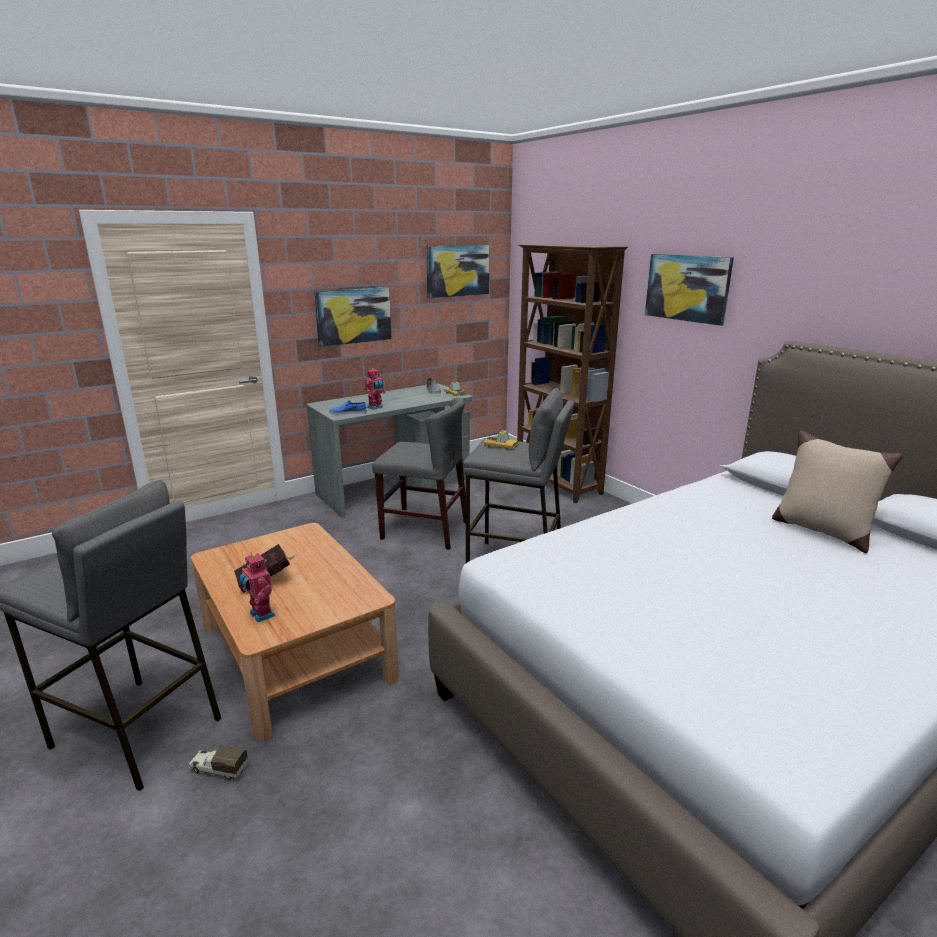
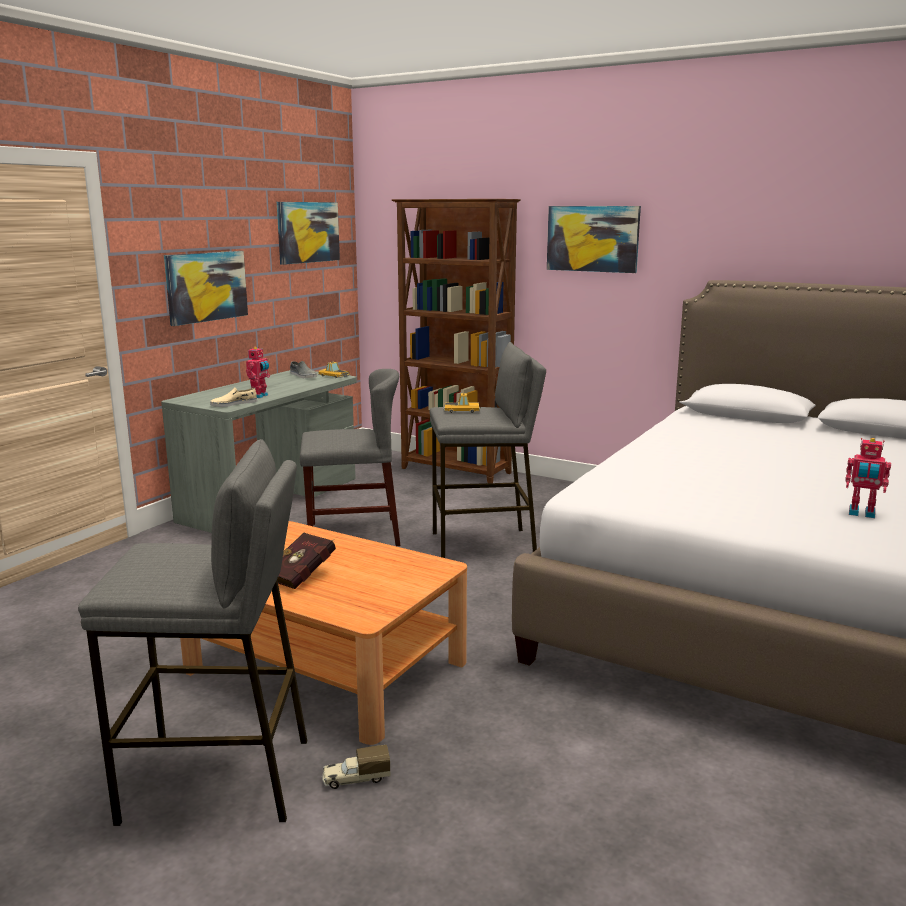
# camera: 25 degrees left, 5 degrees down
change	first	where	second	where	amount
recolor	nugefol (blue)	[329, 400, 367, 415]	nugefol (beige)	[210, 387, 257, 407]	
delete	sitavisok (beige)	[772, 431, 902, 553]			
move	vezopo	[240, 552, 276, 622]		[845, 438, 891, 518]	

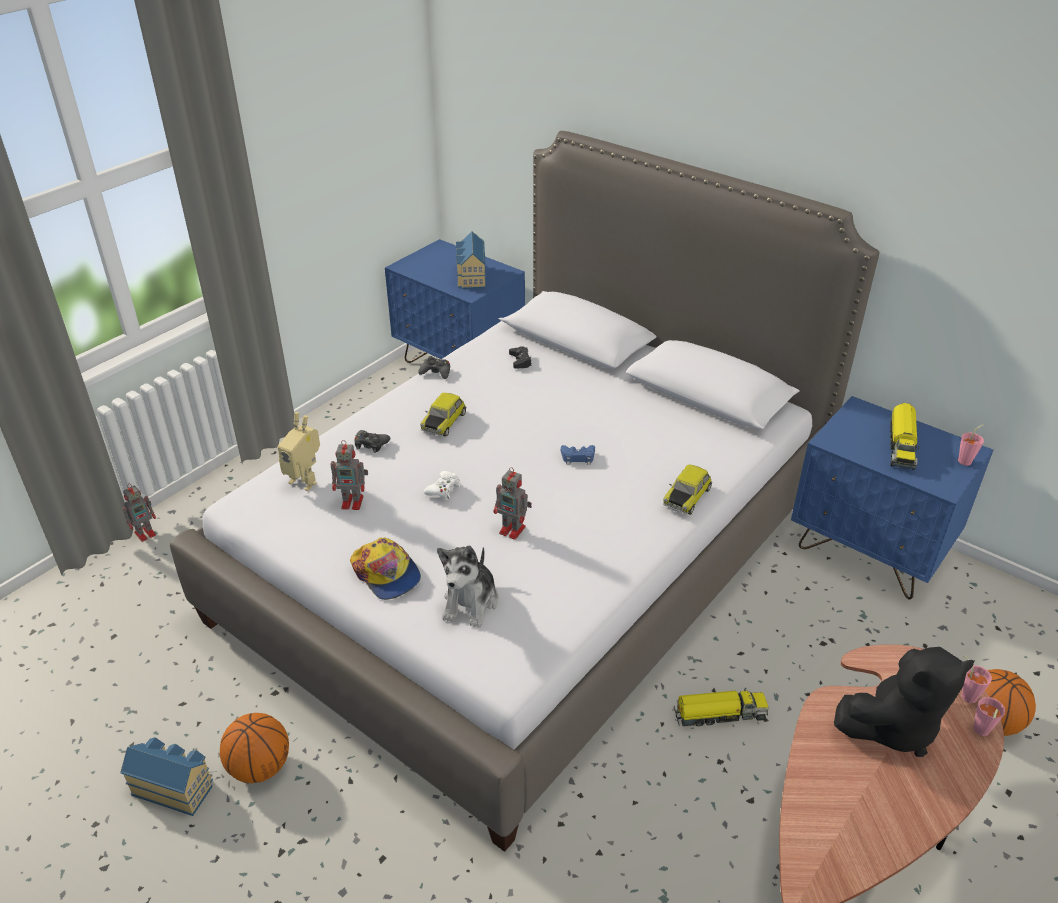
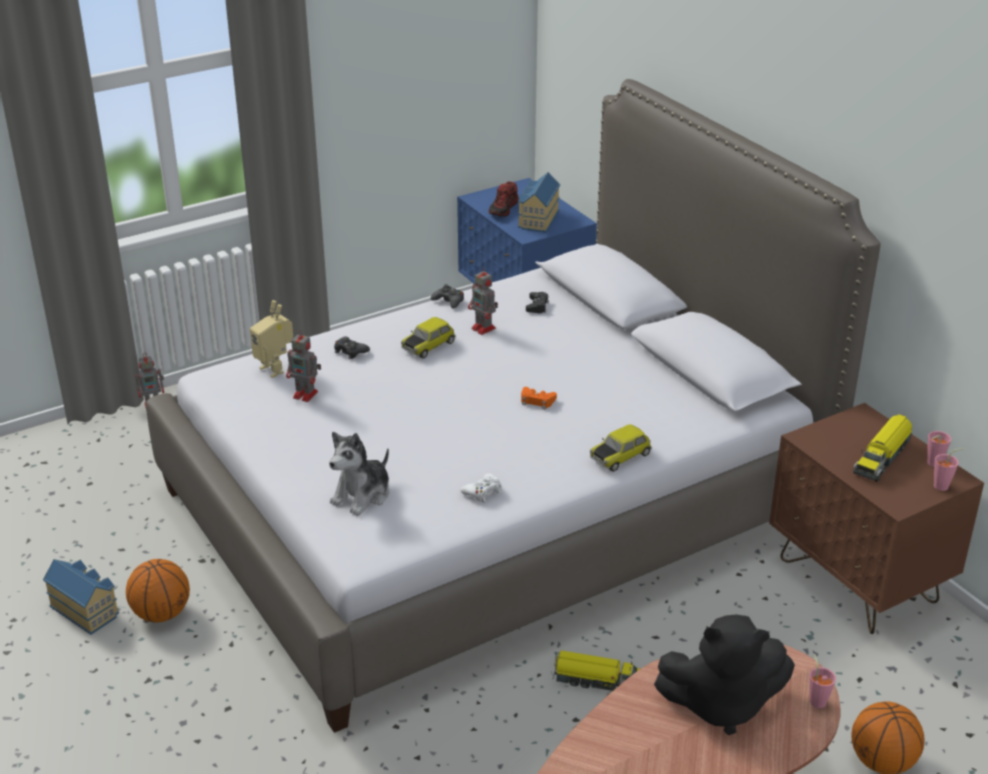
# camera: 20 degrees right, 5 degrees down
change	first	where	second	where	amount
recolor	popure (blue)	[791, 396, 993, 599]	popure (brown)	[769, 403, 984, 634]	
recolor	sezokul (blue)	[561, 445, 595, 464]	sezokul (orange)	[521, 387, 557, 409]	
move	vezopo	[494, 467, 532, 540]		[468, 267, 498, 335]	
move	sezokul (white)	[424, 471, 460, 499]		[461, 474, 501, 502]	
delete	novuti	[350, 537, 421, 600]			
move	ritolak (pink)	[973, 697, 1005, 736]		[927, 431, 951, 467]	
insert			nugefol	[488, 181, 519, 217]	

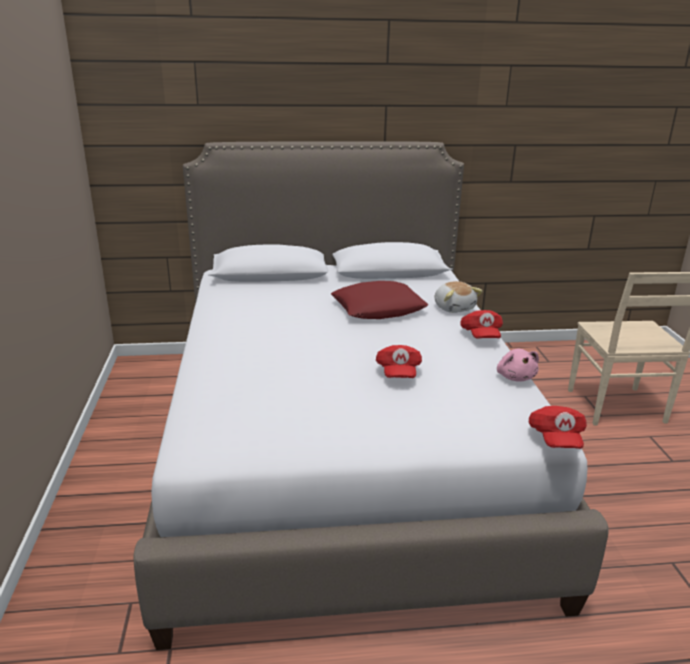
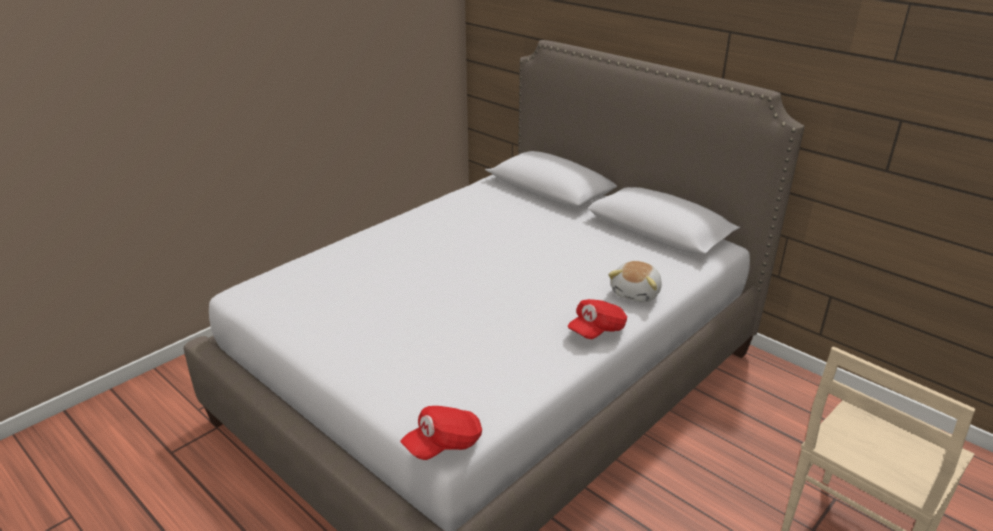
# camera: 50 degrees right, 5 degrees up
change	first	where	second	where	amount
delete	sitavisok (red)	[331, 281, 428, 319]			
delete	novuti (red)	[376, 345, 422, 378]			
delete	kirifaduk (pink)	[497, 349, 539, 382]			

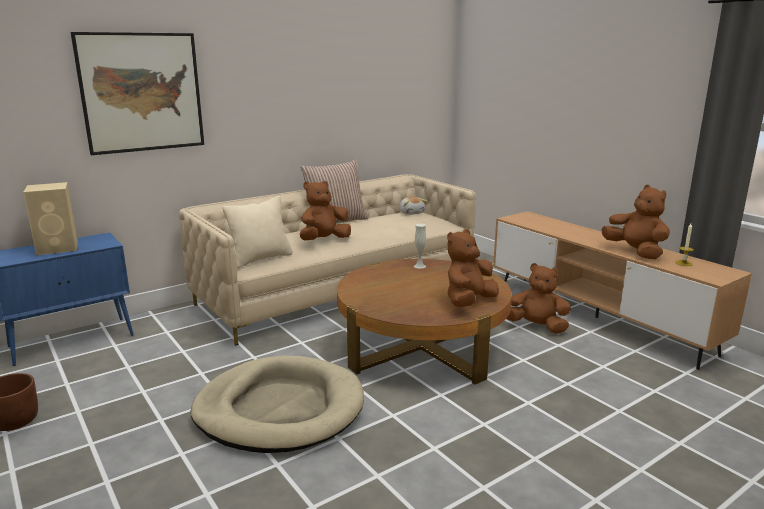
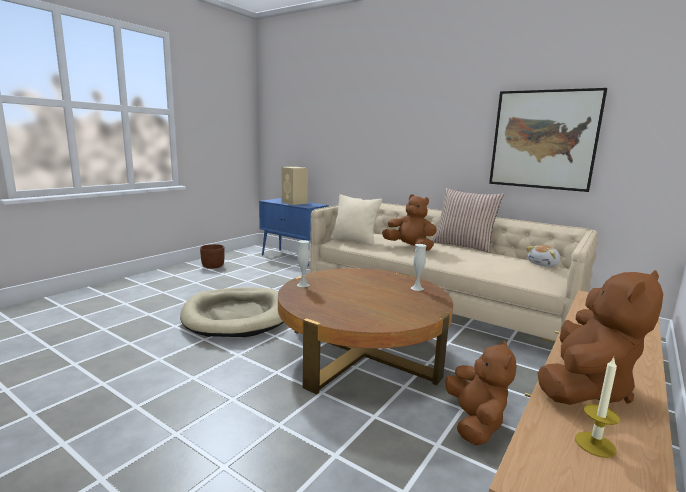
# camera: 70 degrees right, 5 degrees down
change	first	where	second	where	amount
move	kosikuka	[71, 32, 204, 155]		[489, 88, 607, 192]	
delete	kirifaduk (brown)	[447, 229, 499, 307]			
insert			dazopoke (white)	[297, 240, 310, 287]	

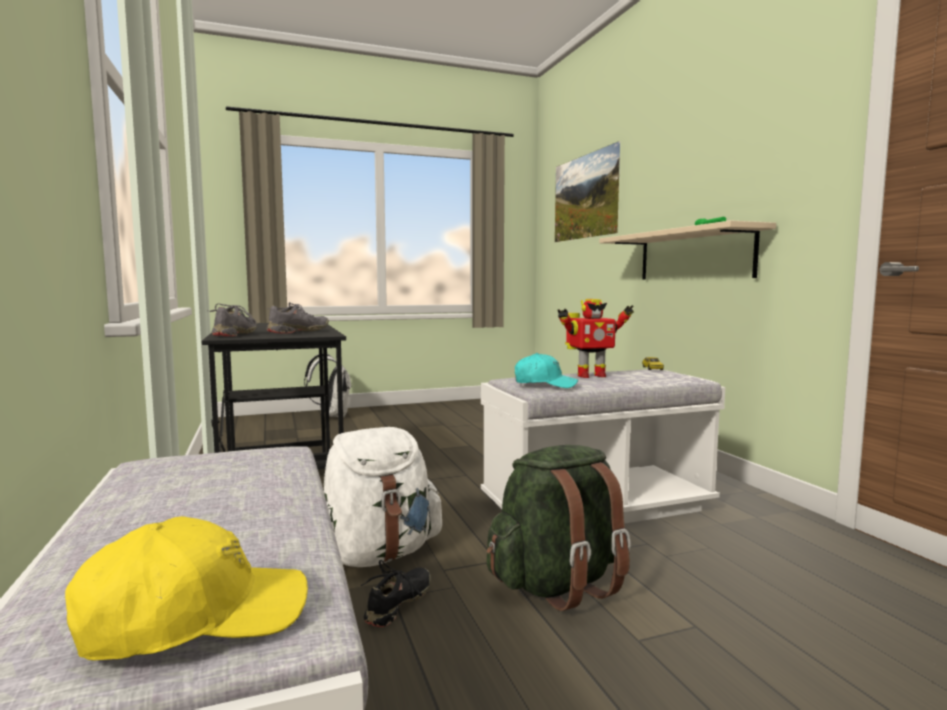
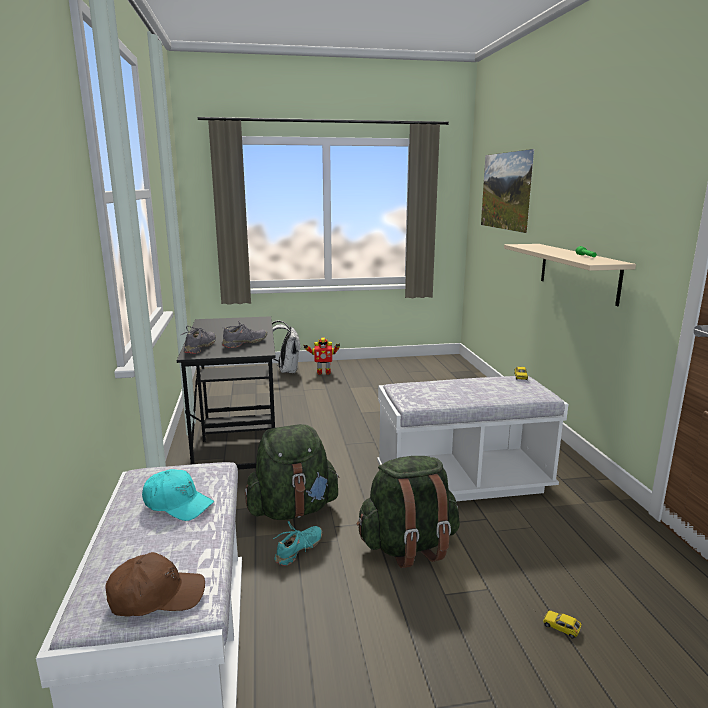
# camera: 10 degrees right, 10 degrees up
change	first	where	second	where	amount
move	vezopo	[557, 299, 634, 378]		[304, 338, 340, 375]	
move	novuti (turquoise)	[515, 353, 578, 388]		[142, 469, 214, 521]	
recolor	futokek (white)	[323, 427, 442, 567]	futokek (green)	[245, 424, 340, 520]	
recolor	novuti (yellow)	[65, 516, 308, 661]	novuti (brown)	[105, 552, 205, 617]	
recolor	nugefol (black)	[361, 560, 431, 627]	nugefol (turquoise)	[273, 521, 322, 566]	
insert			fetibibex	[543, 610, 582, 639]	

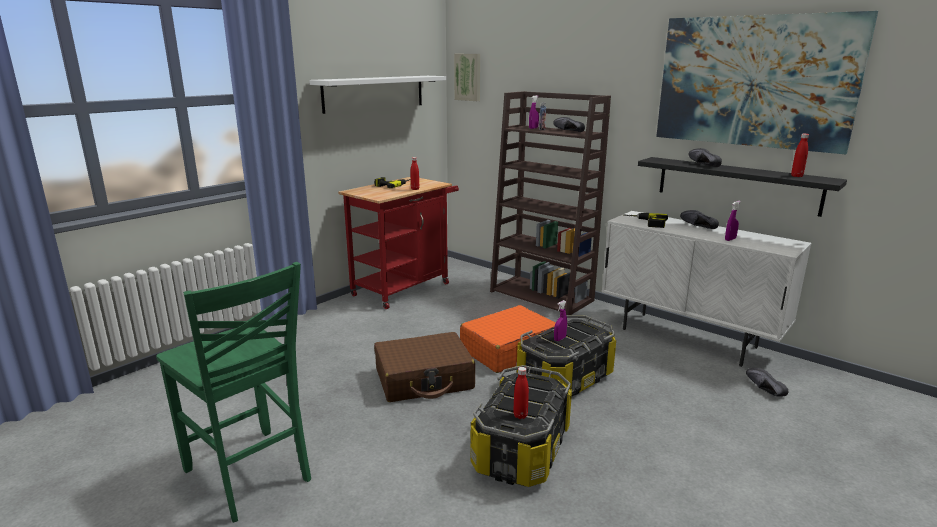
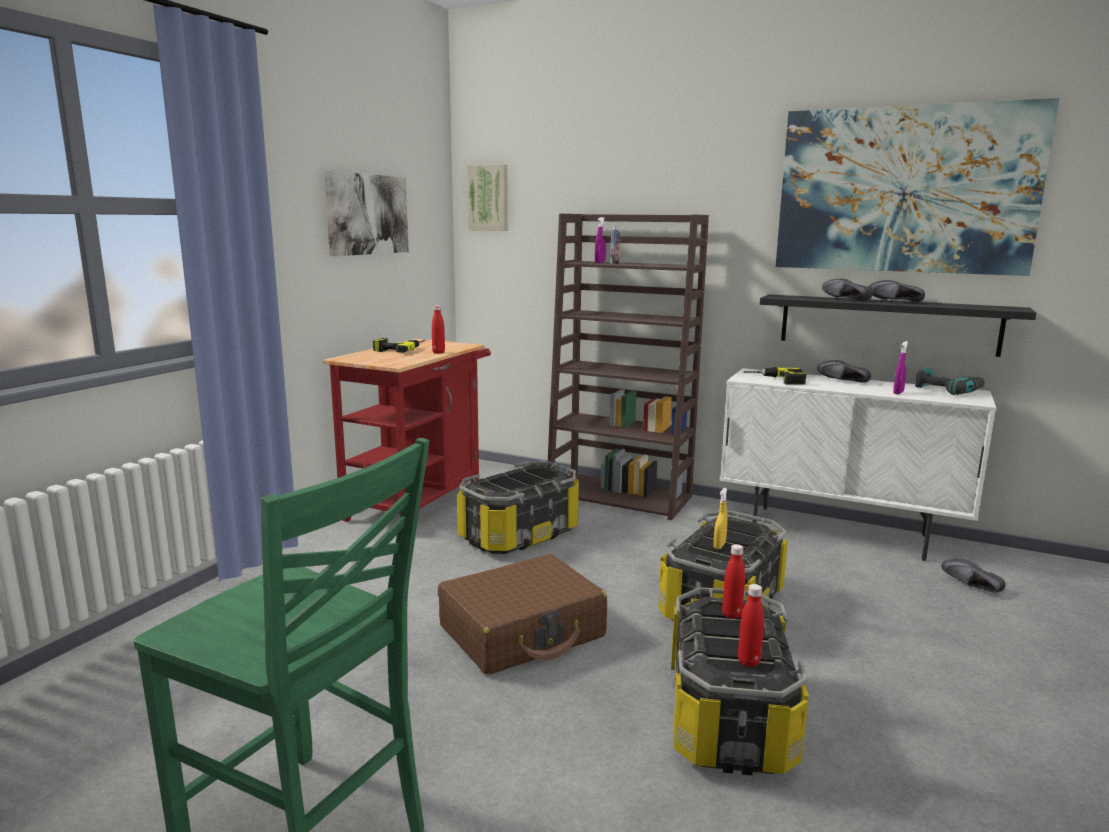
# camera: 15 degrees left, 5 degrees down
change	first	where	second	where	amount
replace	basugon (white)	[309, 76, 446, 114]	kosikuka	[324, 171, 409, 256]	
move	nugefol (black)	[553, 117, 585, 132]		[868, 280, 925, 302]	
move	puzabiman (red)	[791, 134, 809, 177]		[722, 544, 745, 619]	
recolor	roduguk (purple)	[554, 300, 567, 341]	roduguk (yellow)	[714, 488, 728, 549]	
delete	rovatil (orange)	[460, 305, 556, 373]			
insert			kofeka	[915, 368, 985, 395]	
insert			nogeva	[457, 461, 579, 554]	

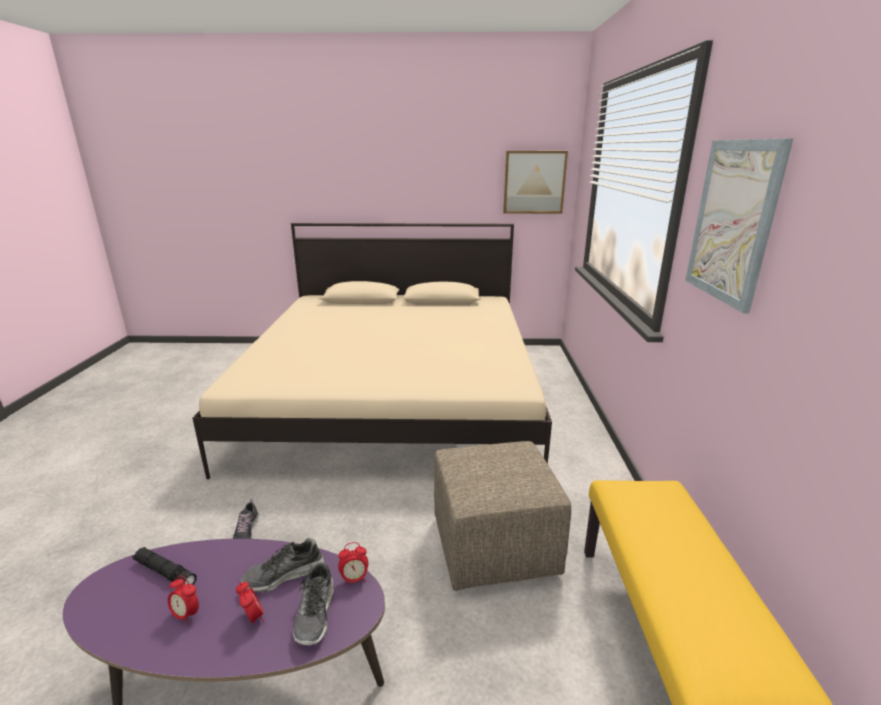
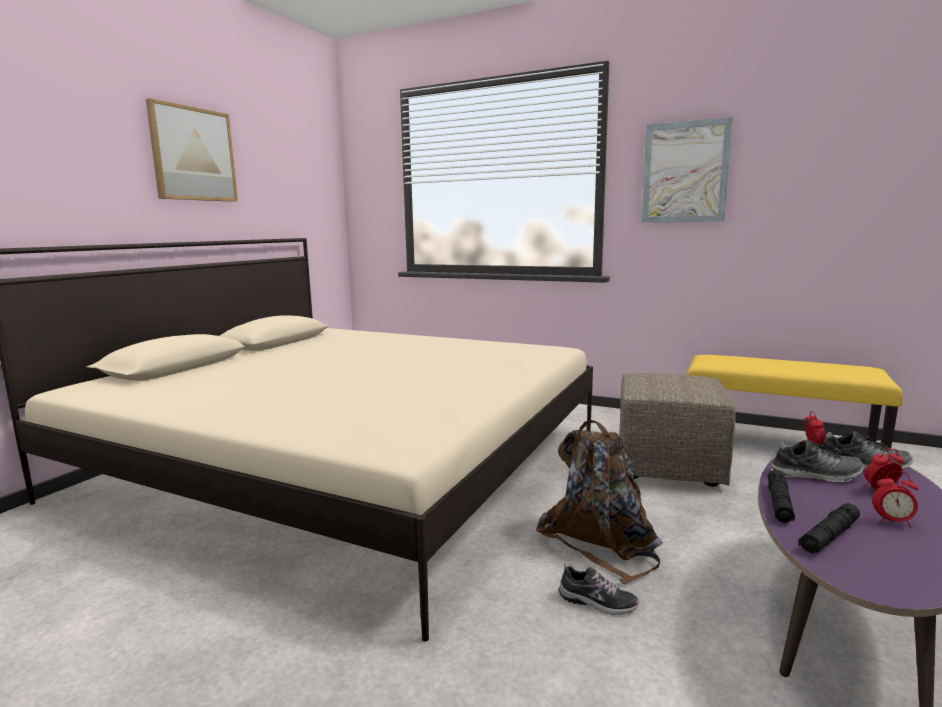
# camera: 65 degrees left, 10 degrees down
change	first	where	second	where	amount
move	kosikuka	[503, 151, 568, 214]		[146, 98, 238, 202]	
rotate	nugefol	[241, 538, 323, 593]		[771, 440, 864, 482]	75 degrees counterclockwise
rotate	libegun	[168, 575, 199, 625]		[872, 471, 919, 528]	60 degrees clockwise
insert			futokek (brown)	[536, 420, 663, 584]	
insert			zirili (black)	[767, 470, 795, 523]	

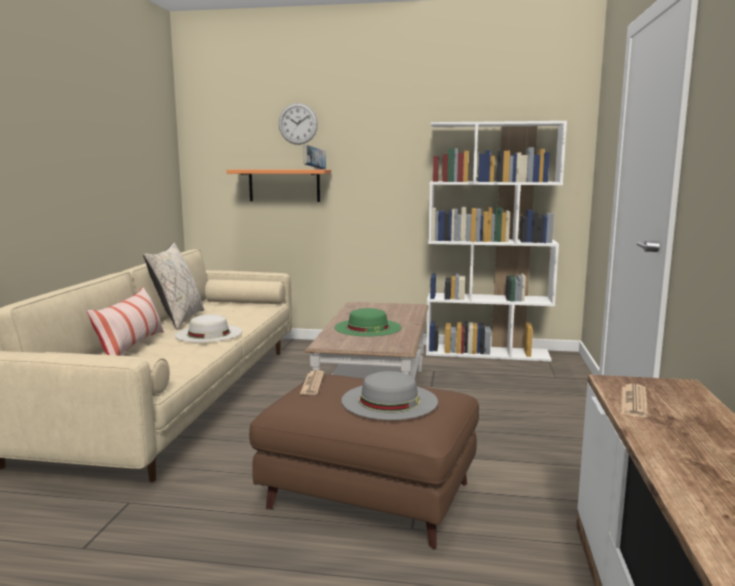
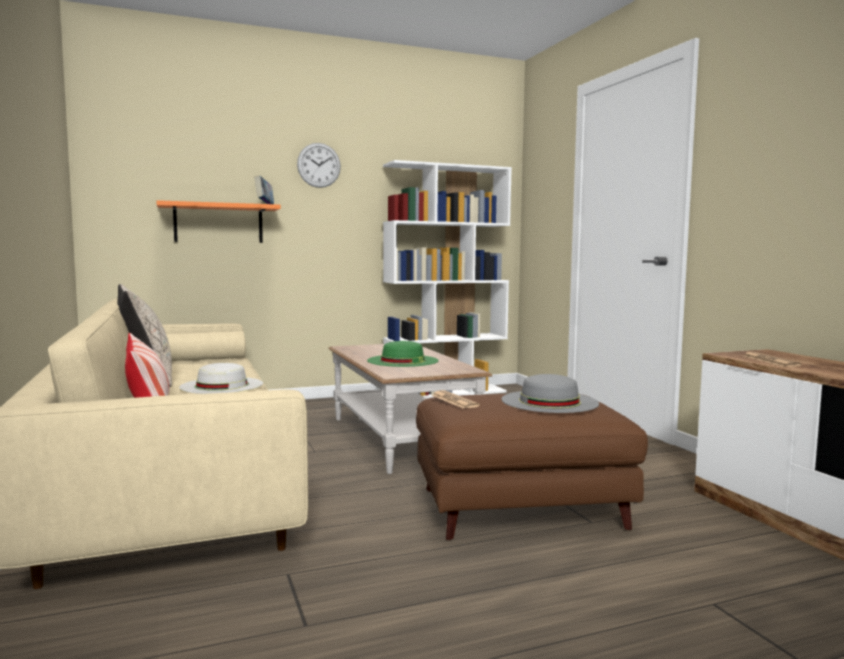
# camera: 30 degrees left, 5 degrees down
change	first	where	second	where	amount
move	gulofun	[279, 103, 318, 145]		[297, 143, 341, 188]	

